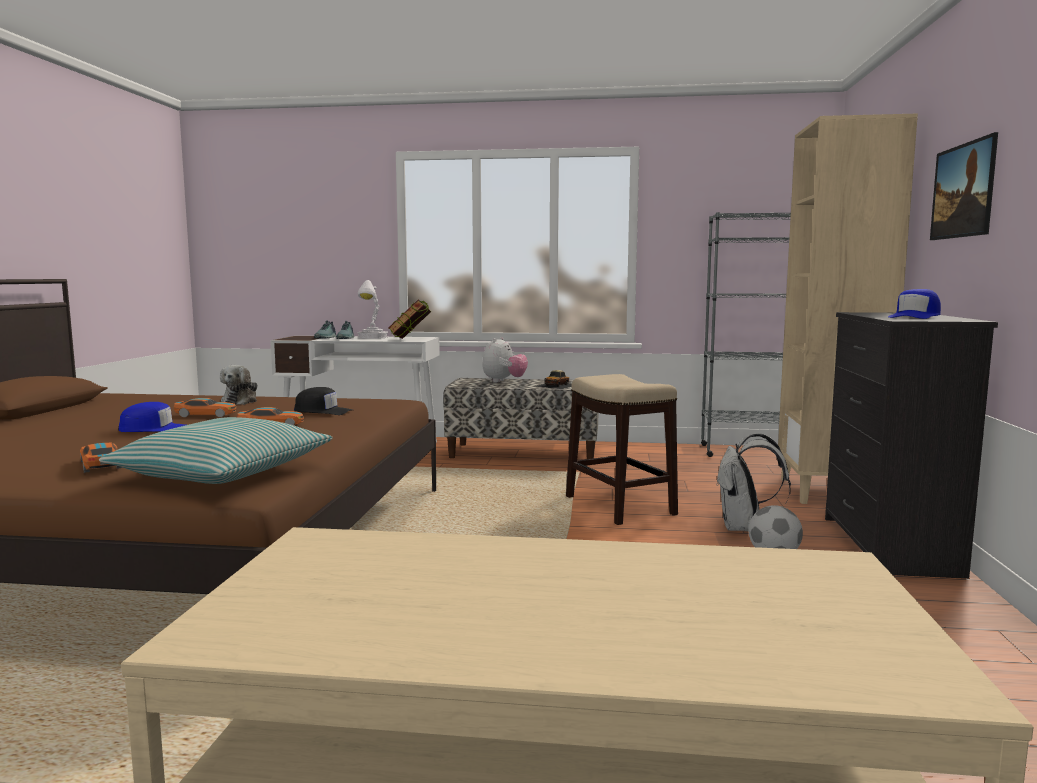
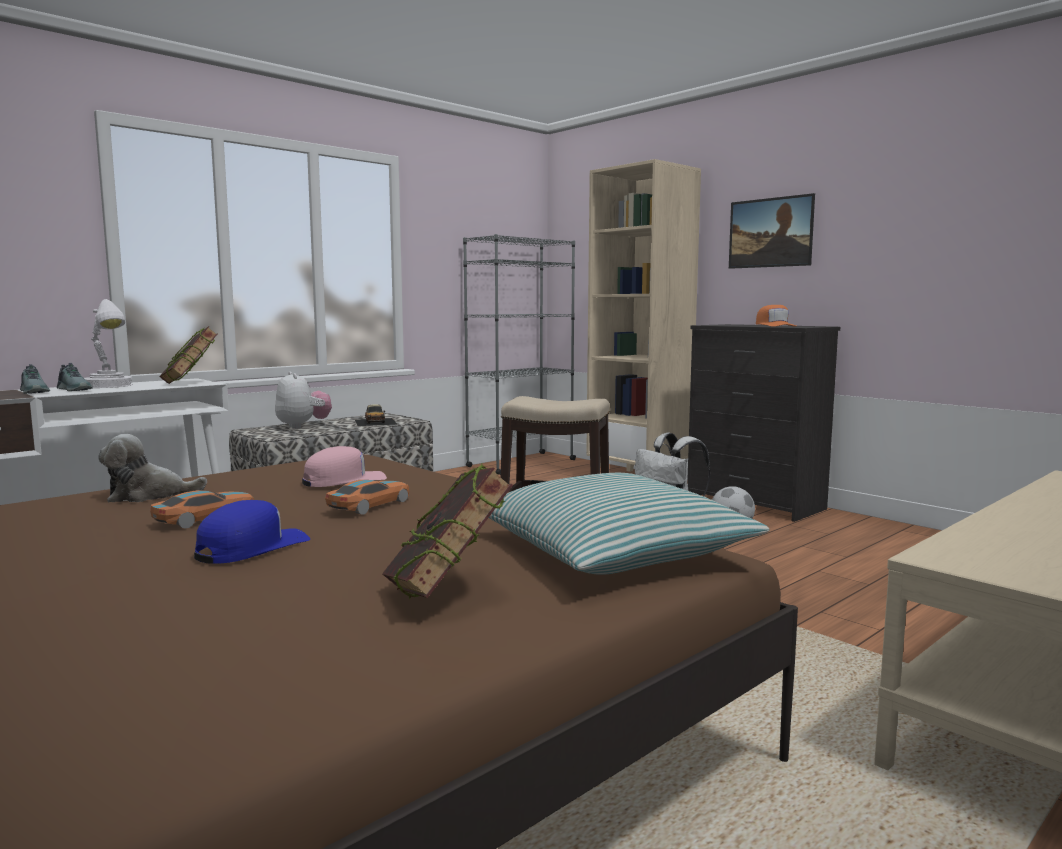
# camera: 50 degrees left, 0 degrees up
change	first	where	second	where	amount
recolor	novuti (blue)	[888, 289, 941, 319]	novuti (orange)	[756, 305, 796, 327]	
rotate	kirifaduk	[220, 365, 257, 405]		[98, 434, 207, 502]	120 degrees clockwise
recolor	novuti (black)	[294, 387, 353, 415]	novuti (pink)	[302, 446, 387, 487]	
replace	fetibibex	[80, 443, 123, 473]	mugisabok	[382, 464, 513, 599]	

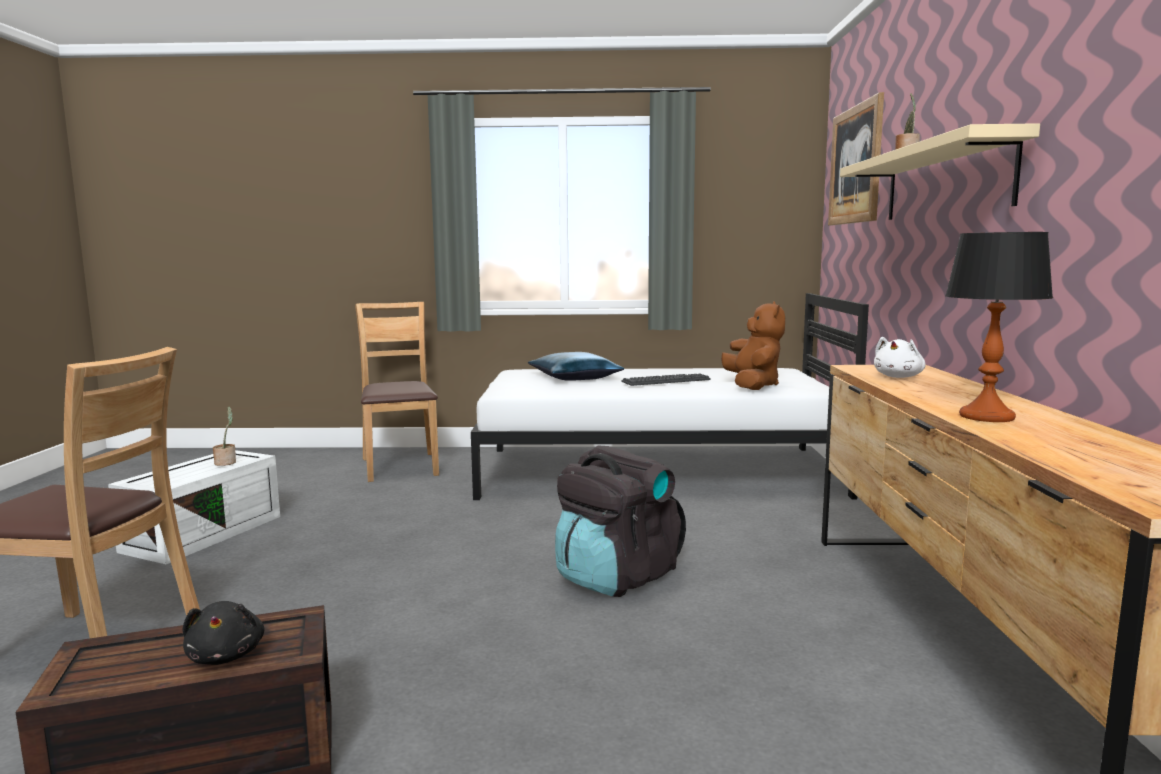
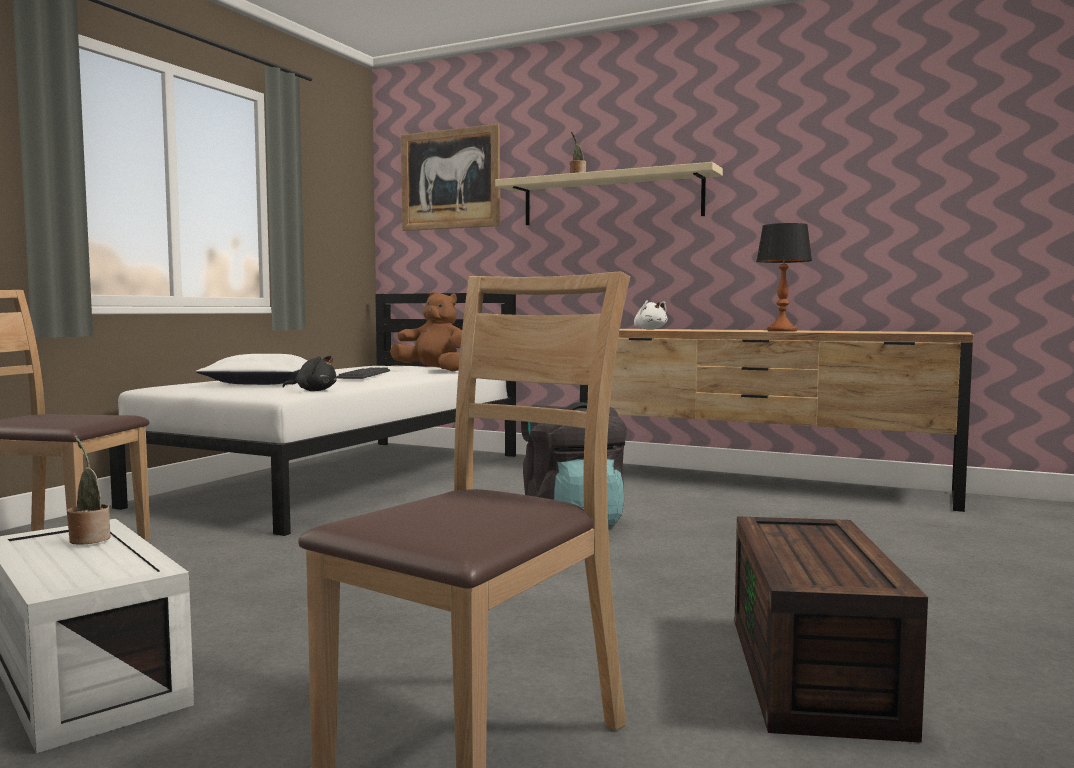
# camera: 65 degrees left, 5 degrees down
change	first	where	second	where	amount
recolor	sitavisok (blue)	[528, 352, 624, 381]	sitavisok (white)	[196, 354, 308, 385]	
move	kirifaduk (black)	[182, 601, 264, 665]		[283, 356, 337, 391]	

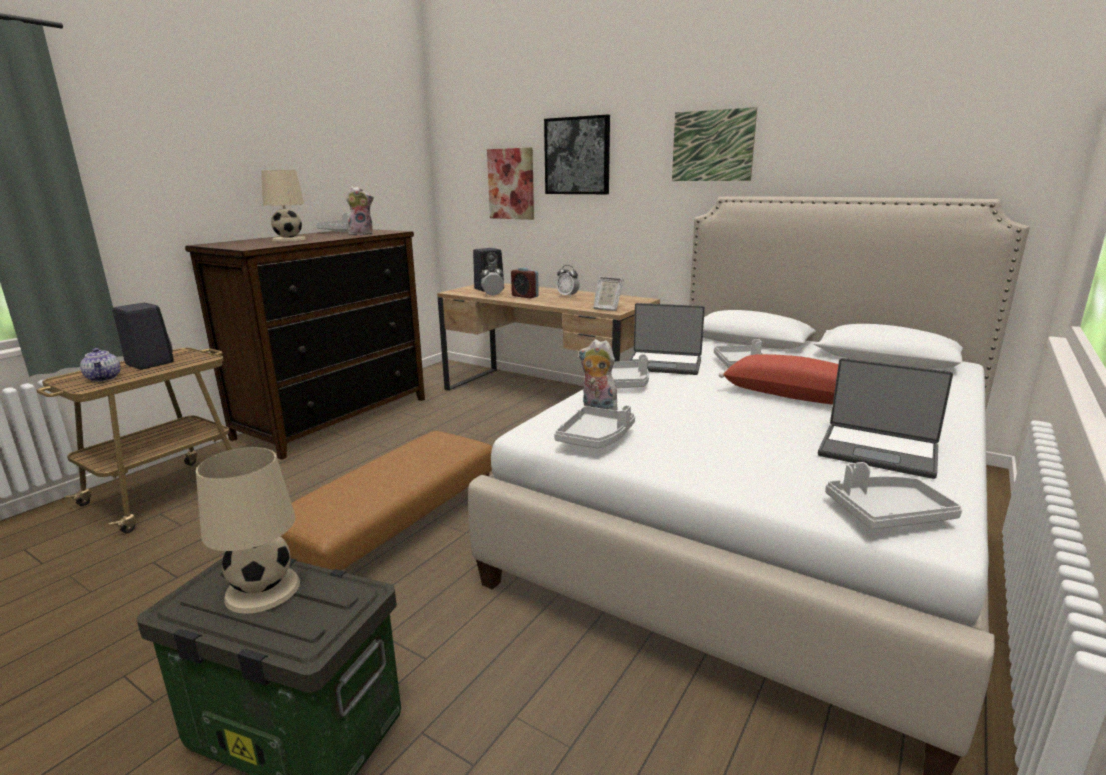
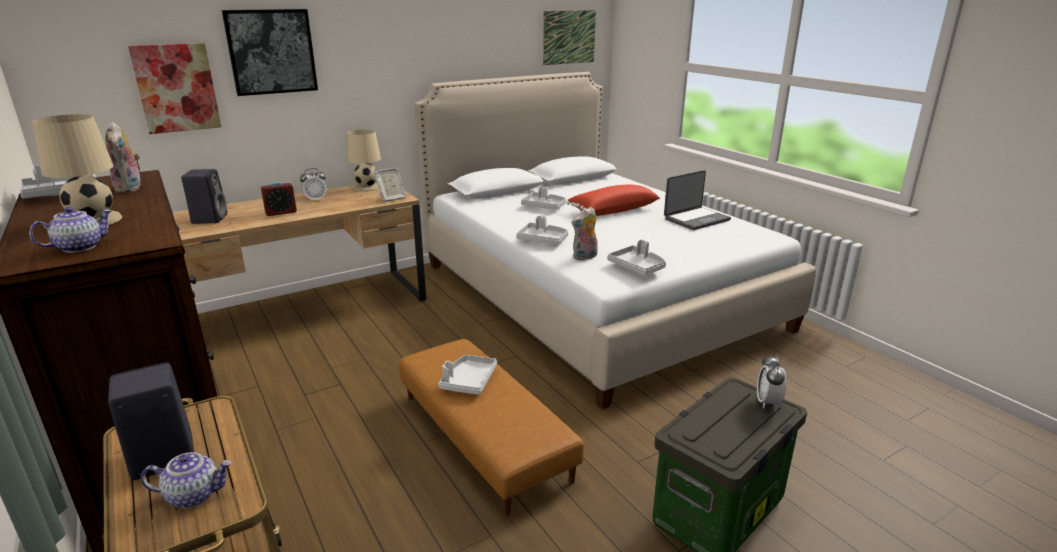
# camera: 65 degrees left, 5 degrees up
change	first	where	second	where	amount
move	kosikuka	[672, 107, 757, 181]		[543, 10, 596, 65]	
rotate	kirifaduk	[346, 186, 374, 235]		[106, 122, 141, 193]	150 degrees clockwise
move	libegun	[481, 265, 504, 296]		[757, 354, 787, 408]	
delete	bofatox	[628, 303, 705, 375]			
move	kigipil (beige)	[196, 447, 300, 614]		[348, 129, 381, 192]	
move	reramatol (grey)	[825, 462, 962, 529]		[439, 355, 497, 395]	
insert			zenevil	[29, 207, 112, 253]	

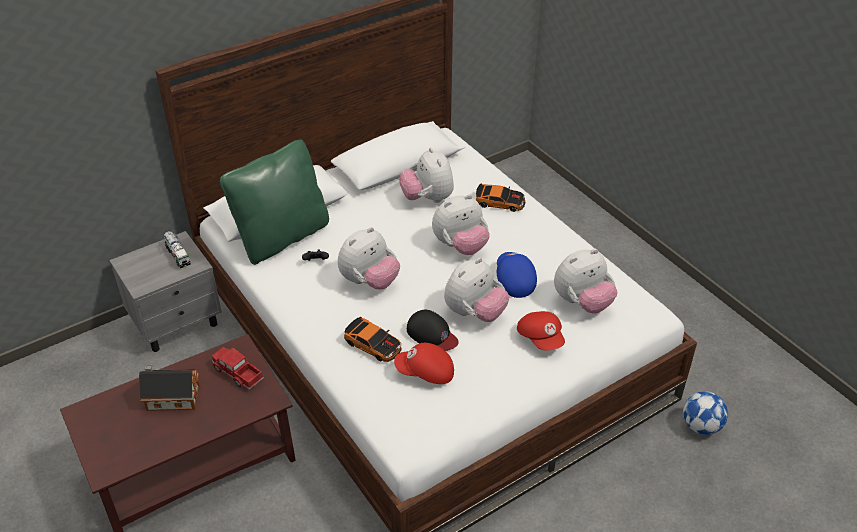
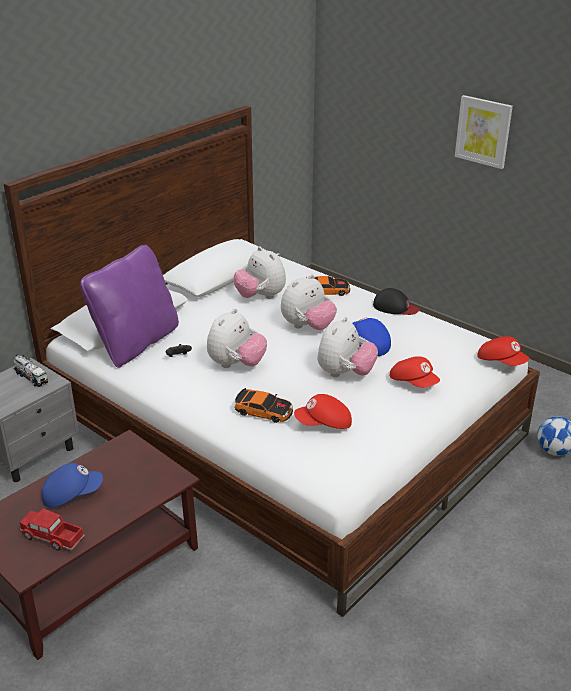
# camera: 15 degrees left, 10 degrees down
change	first	where	second	where	amount
recolor	sitavisok (green)	[220, 140, 329, 265]	sitavisok (purple)	[80, 245, 179, 368]	
delete	kirifaduk	[554, 249, 617, 314]			
move	novuti (black)	[407, 310, 459, 351]		[373, 288, 420, 315]	
move	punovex	[212, 347, 264, 390]		[20, 509, 85, 551]	
replace	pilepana	[139, 365, 200, 411]	novuti (blue)	[41, 463, 103, 508]	
insert			kosikuka	[455, 95, 513, 169]	
insert			novuti (red)	[477, 336, 529, 366]	

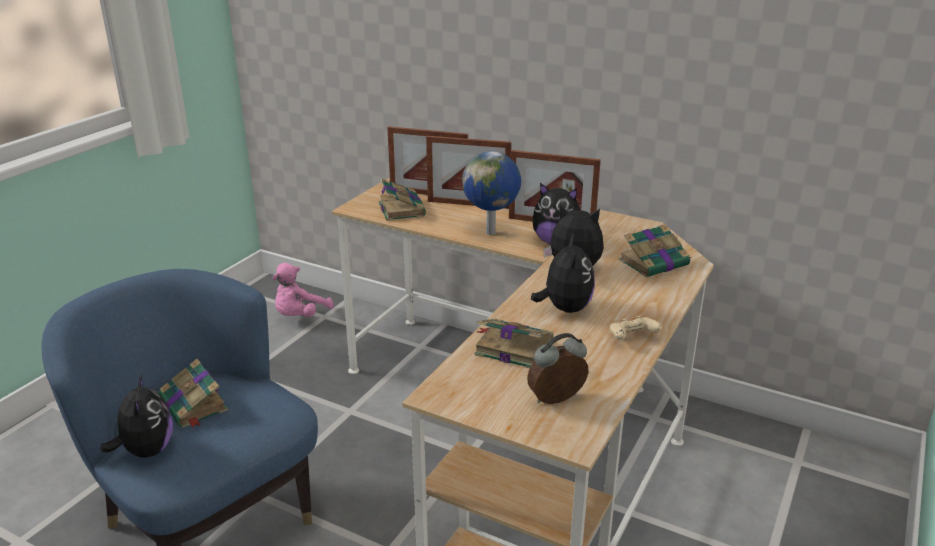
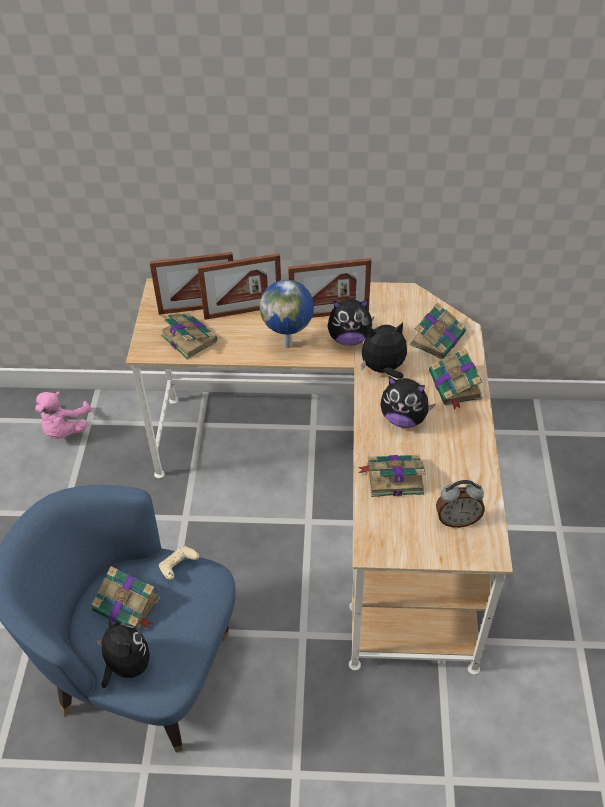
# camera: 25 degrees left, 20 degrees up
change	first	where	second	where	amount
rotate	kirifaduk	[531, 235, 595, 313]		[380, 376, 435, 428]	135 degrees clockwise
move	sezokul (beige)	[609, 316, 662, 340]		[159, 546, 199, 580]	
rotate	libegun	[527, 333, 588, 404]		[436, 480, 485, 528]	135 degrees counterclockwise
insert			mugisabok	[429, 348, 482, 410]	

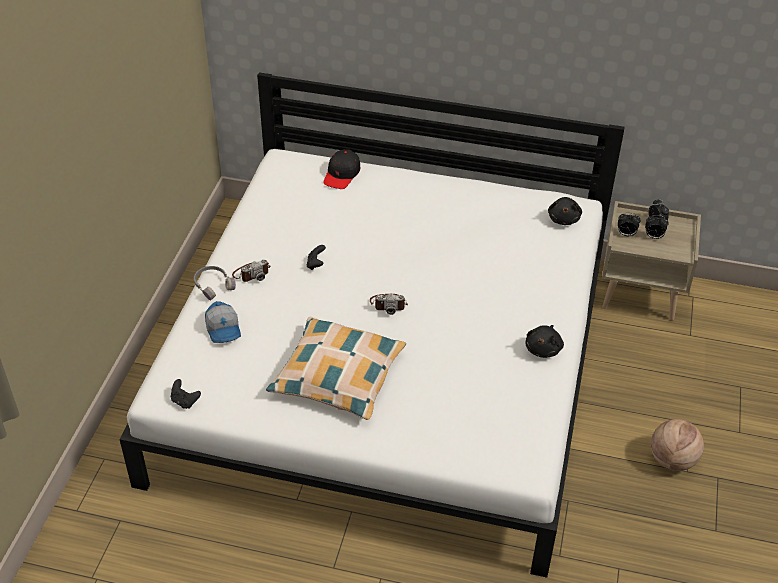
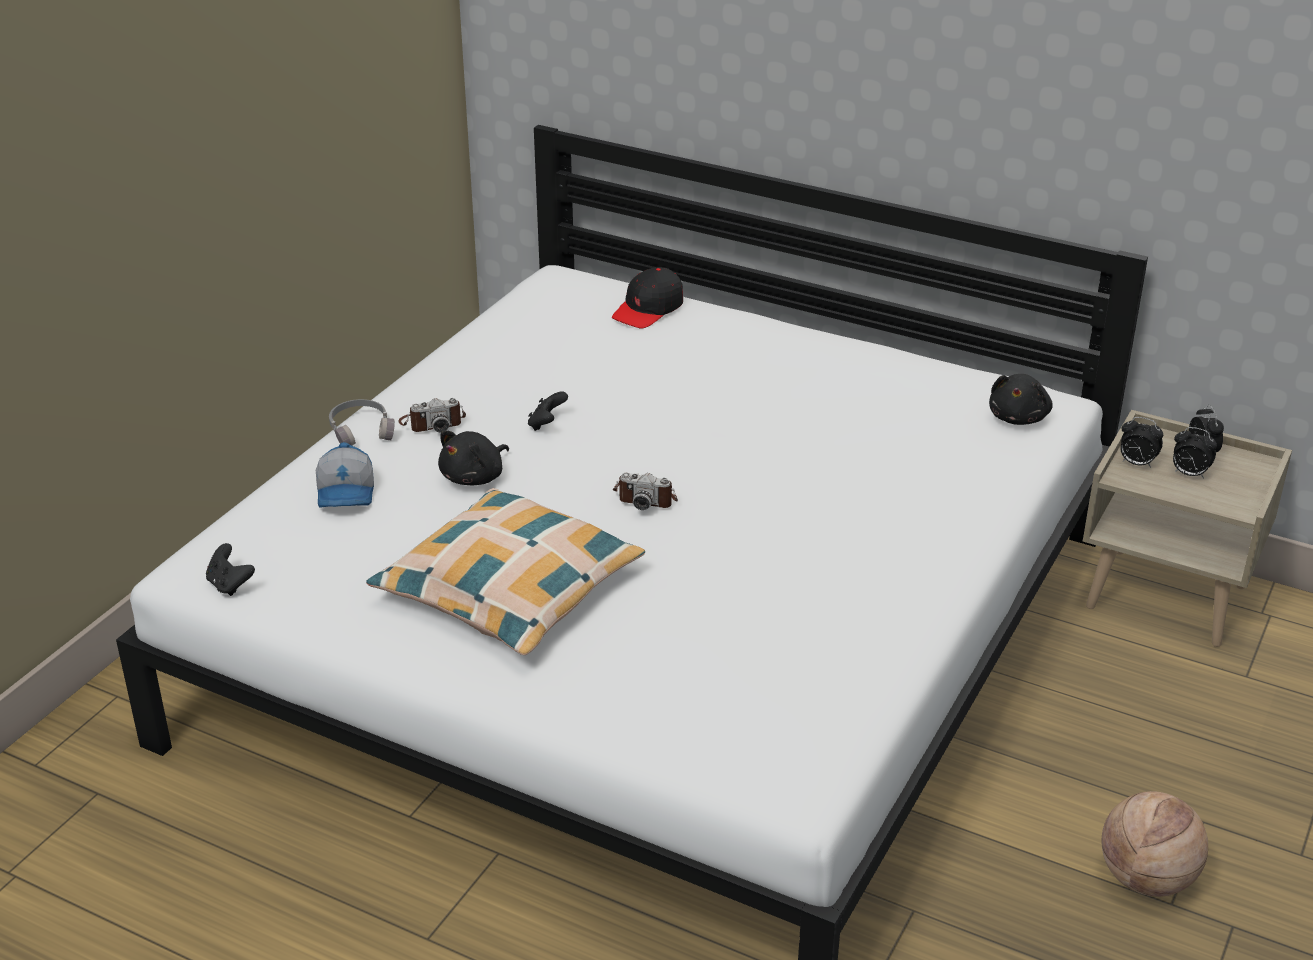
# camera: 15 degrees right, 10 degrees down
change	first	where	second	where	amount
move	kirifaduk (black)	[526, 325, 564, 358]		[438, 430, 509, 485]	

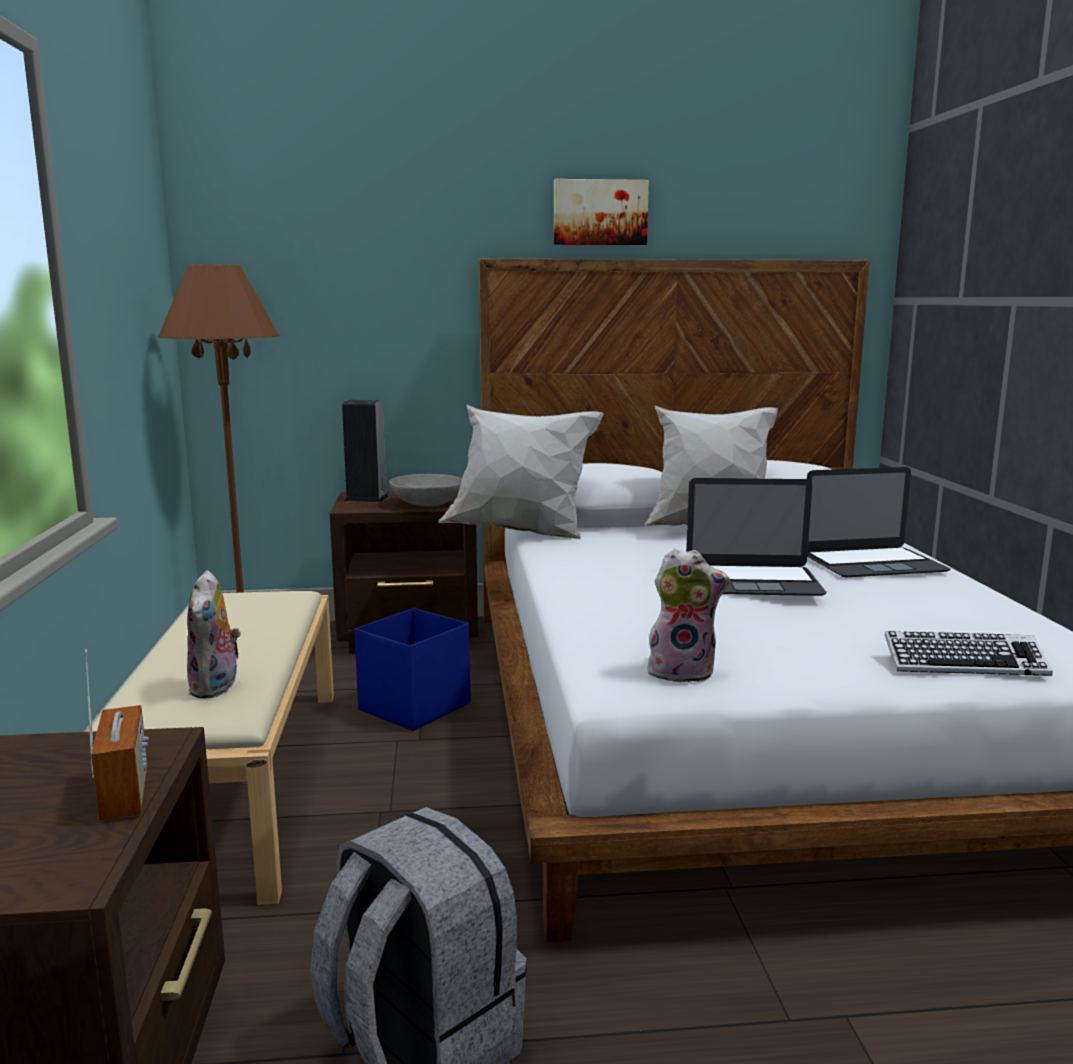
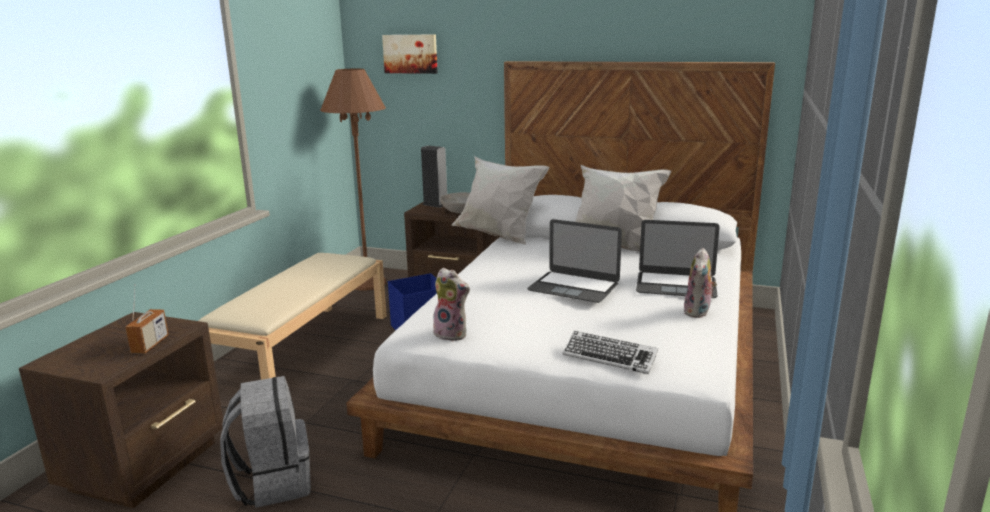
# camera: 25 degrees right, 5 degrees up
change	first	where	second	where	amount
move	kosikuka	[554, 179, 649, 245]		[382, 34, 438, 74]	
move	kirifaduk	[187, 570, 241, 698]		[684, 248, 717, 318]	

